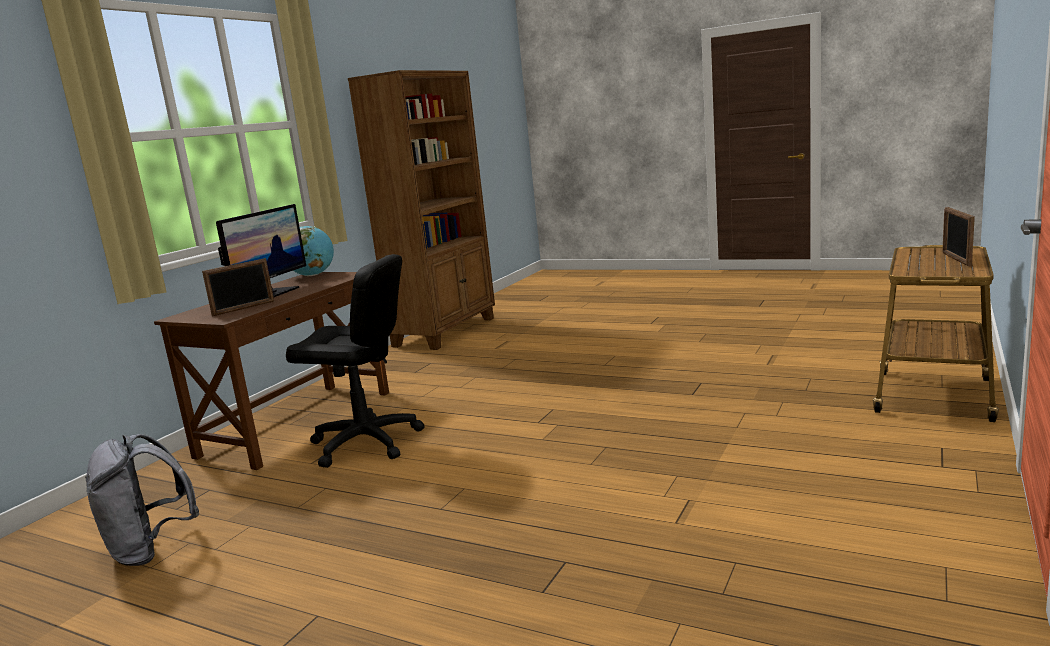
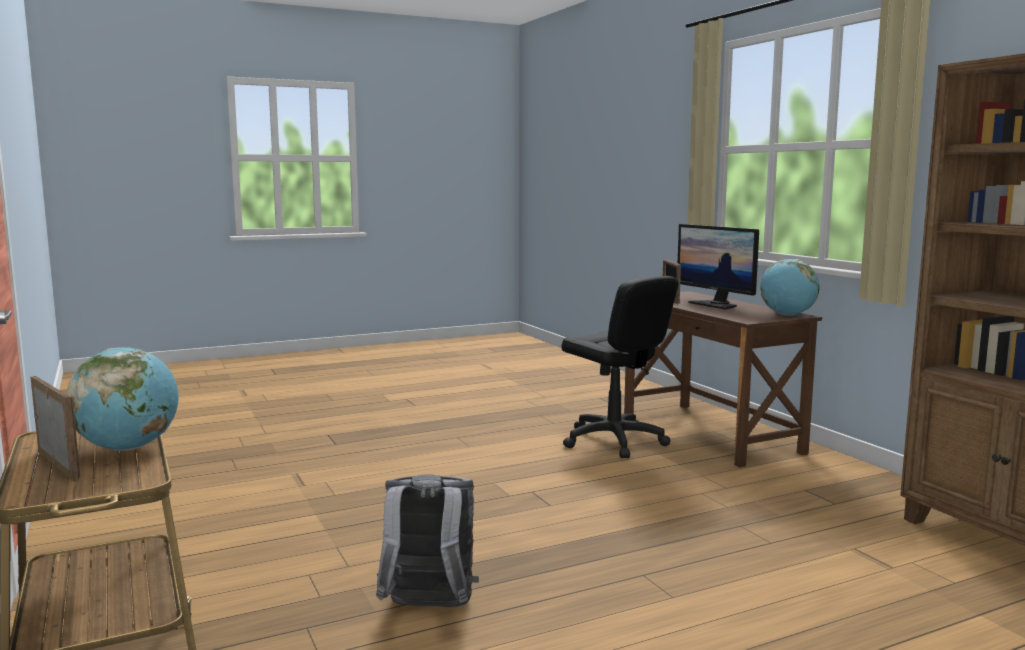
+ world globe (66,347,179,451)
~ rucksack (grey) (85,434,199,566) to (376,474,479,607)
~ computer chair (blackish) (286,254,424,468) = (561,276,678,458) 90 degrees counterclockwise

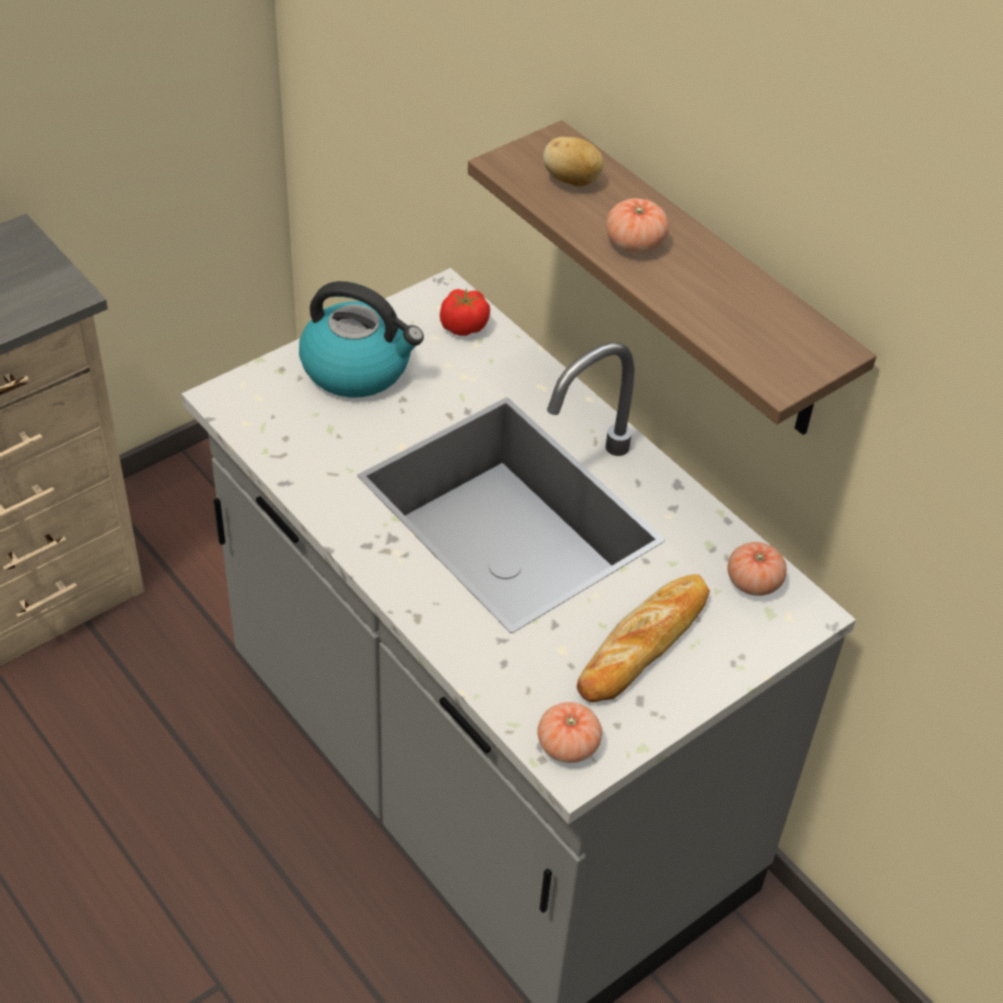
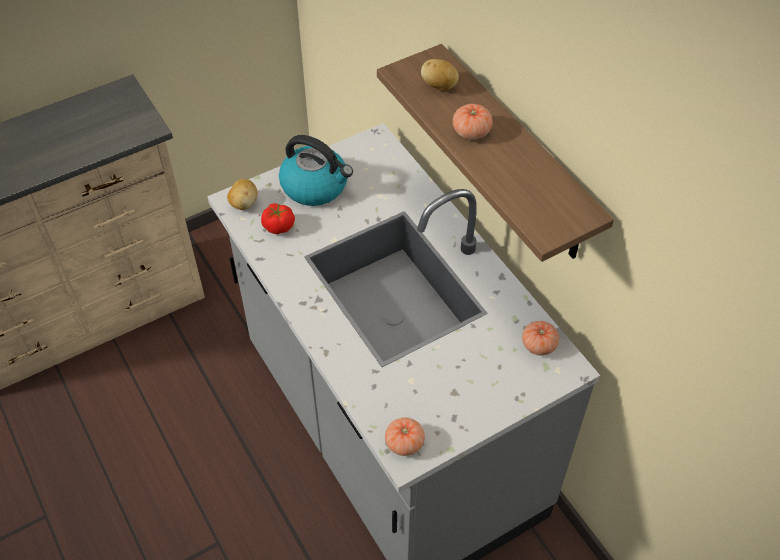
- baked bread (577,574,710,702)
+ potato (227,179,258,210)
~ whole tomato (440,289,490,336) to (261,203,295,234)

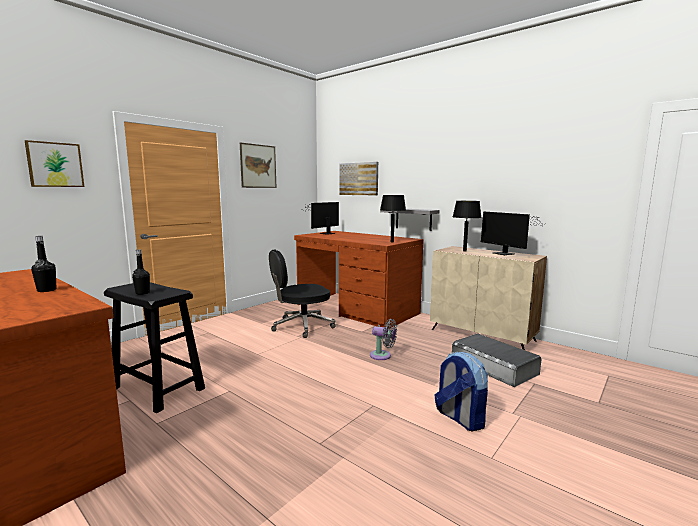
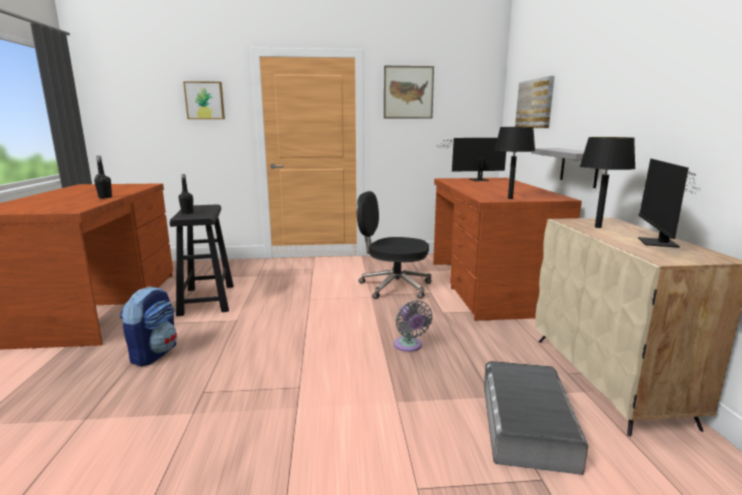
~ rucksack (435,352,488,432) to (120,286,177,366)

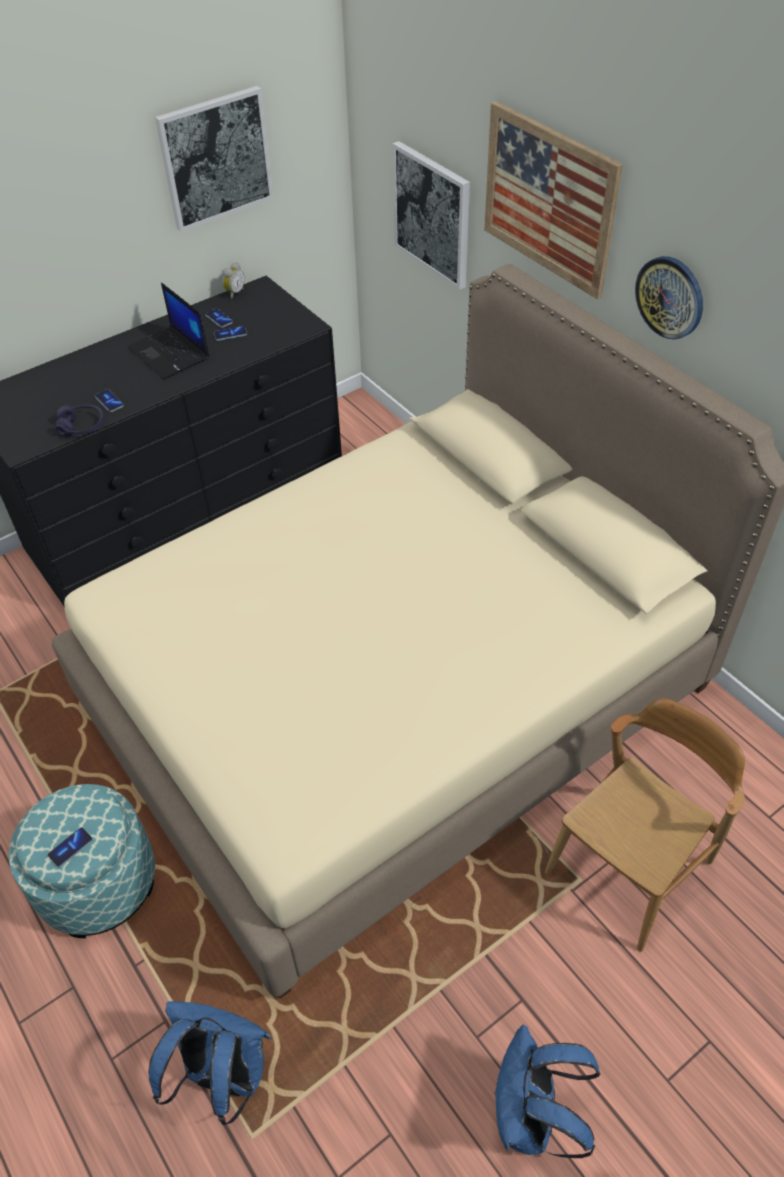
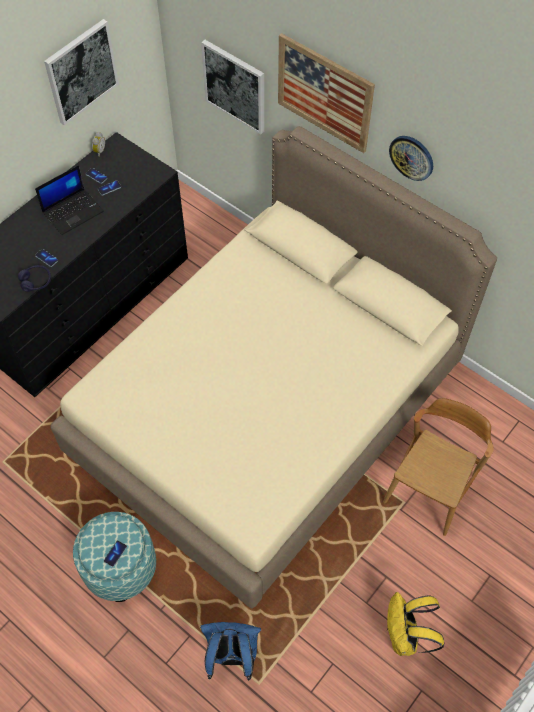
~ rucksack (blue) (493,1025,600,1158) to rucksack (yellow-coloured) (387,592,445,656)
~ portable computer (127,283,209,379) = (35,165,104,235) 75 degrees counterclockwise

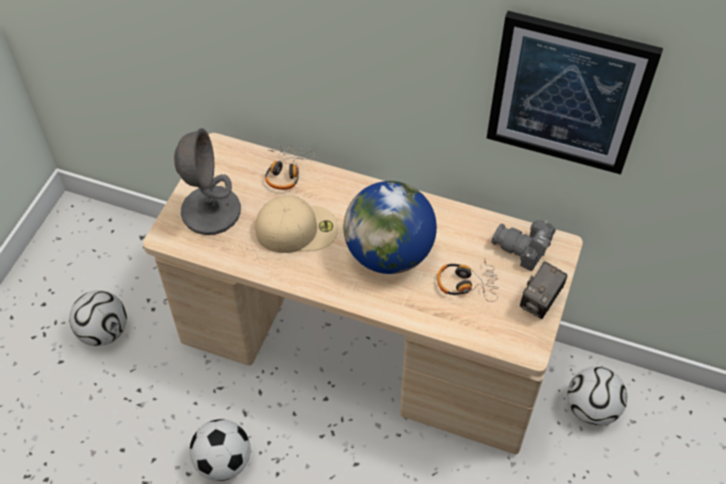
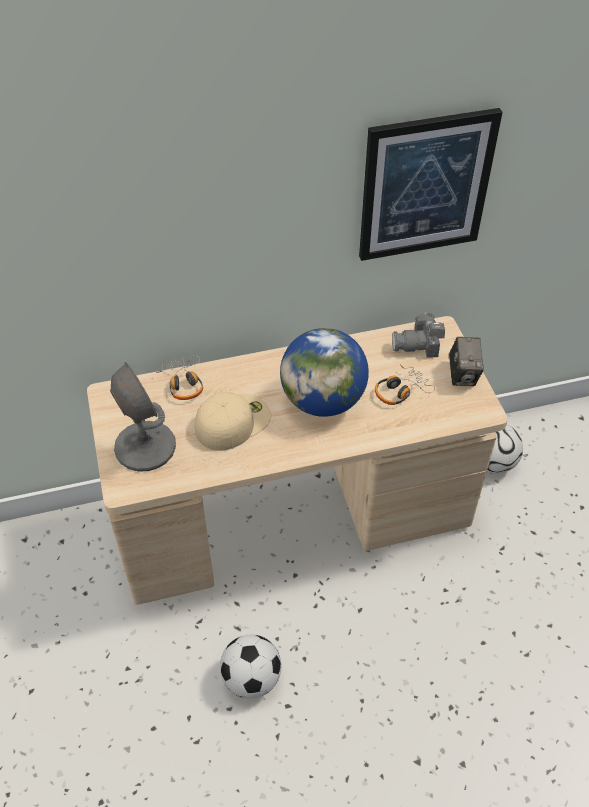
- football (69,290,127,346)

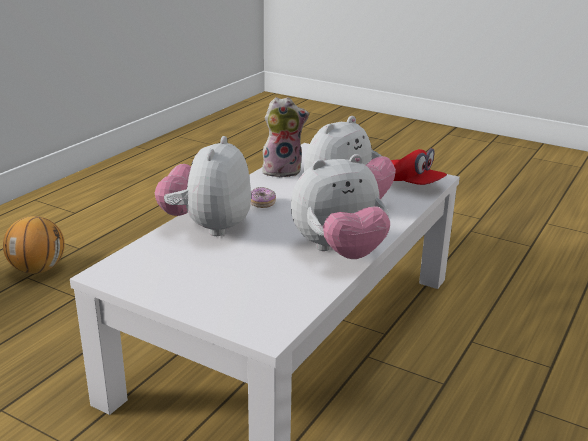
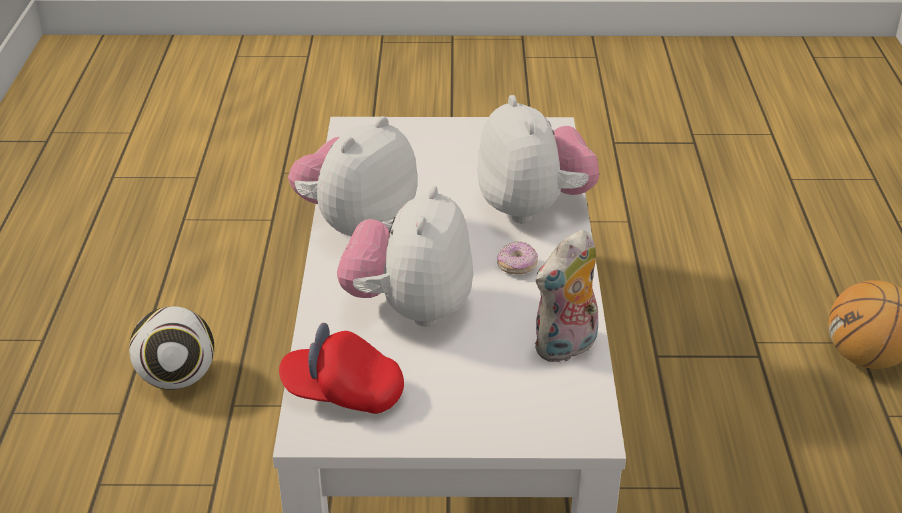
+ football (129,306,214,390)

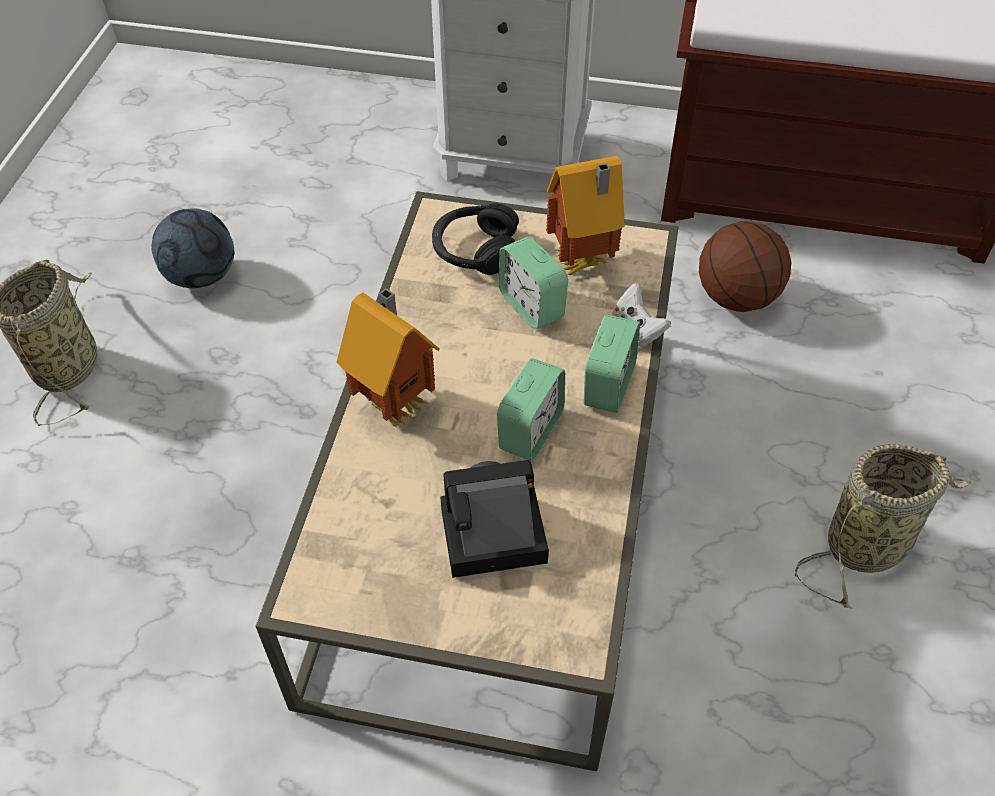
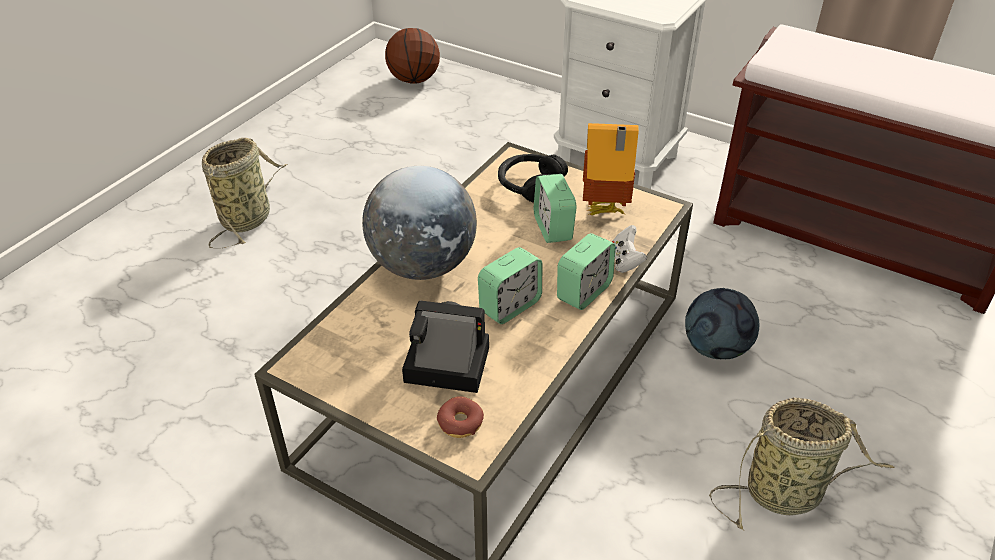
+ doughnut (437,396,484,438)
~ football (152,208,234,288) to (685,288,759,359)
~ basketball (699,221,791,312) to (385,28,440,84)
~ model house (337,288,440,429) to world globe (362,166,477,280)

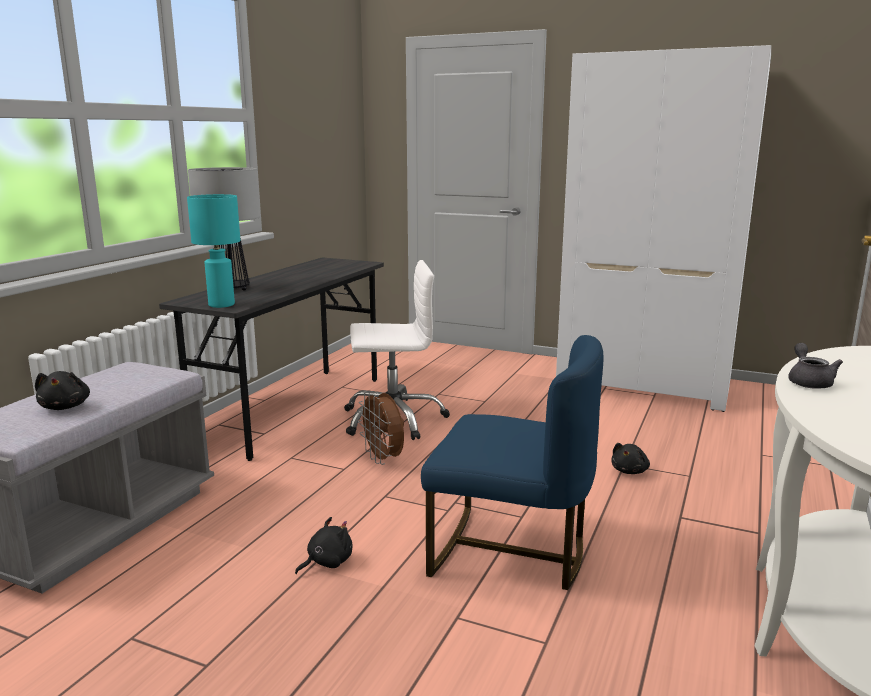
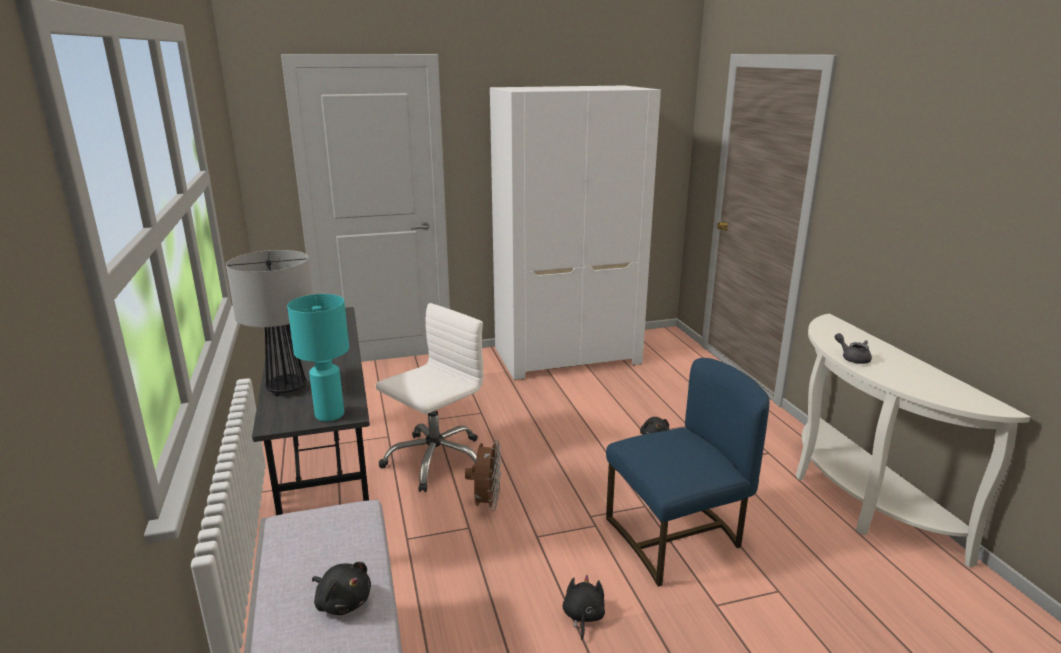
~ electric fan (brown) (357,391,404,465) = (465,439,501,511) 105 degrees counterclockwise

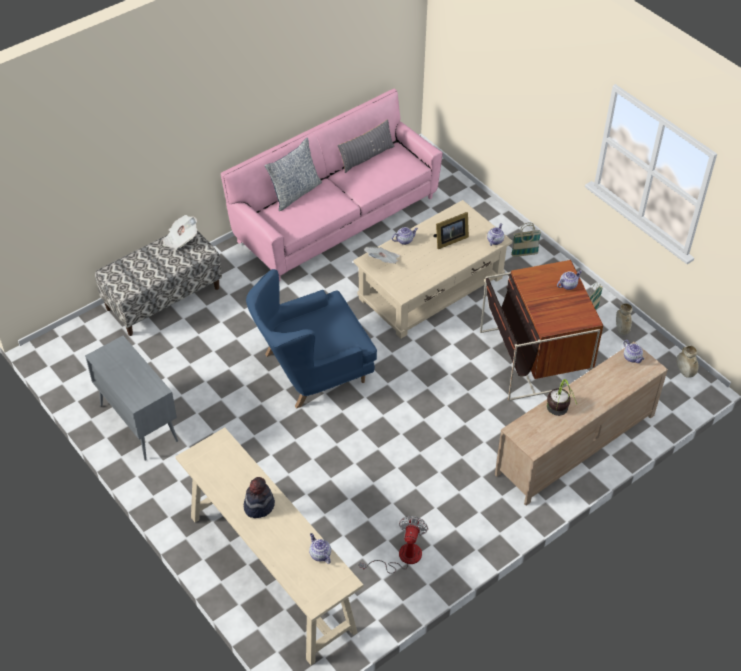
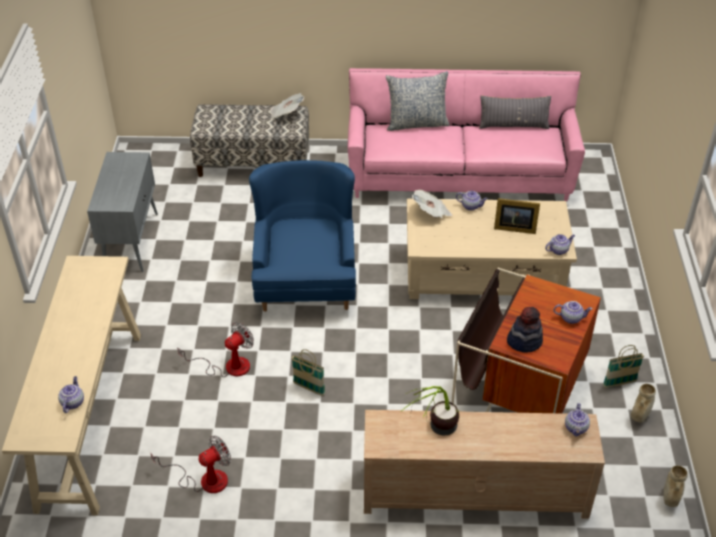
+ electric fan (177,322,254,377)
~ hat (244,477,275,518) to (507,307,543,353)
~ storage basket (511,222,541,257) to (291,349,325,396)
~ armchair (blue) (246,269,377,409) = (249,160,356,312) 75 degrees clockwise

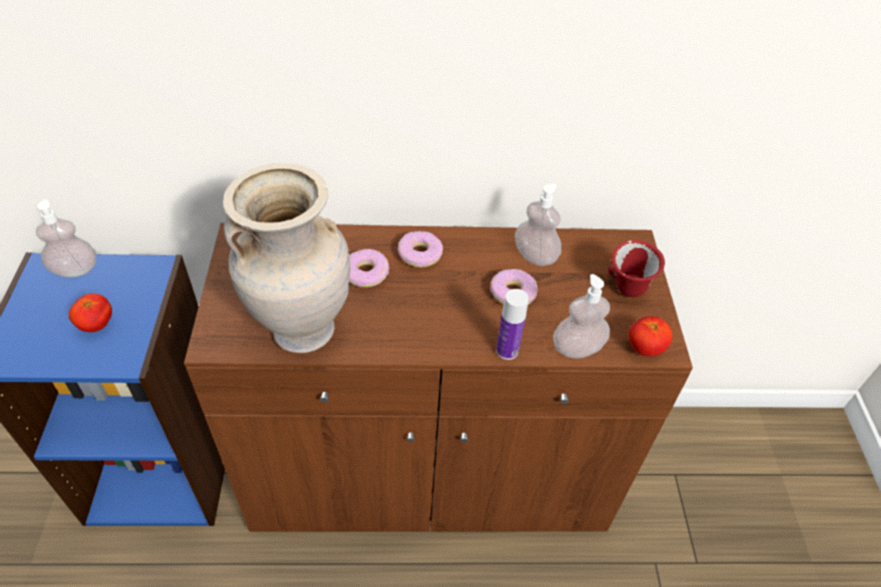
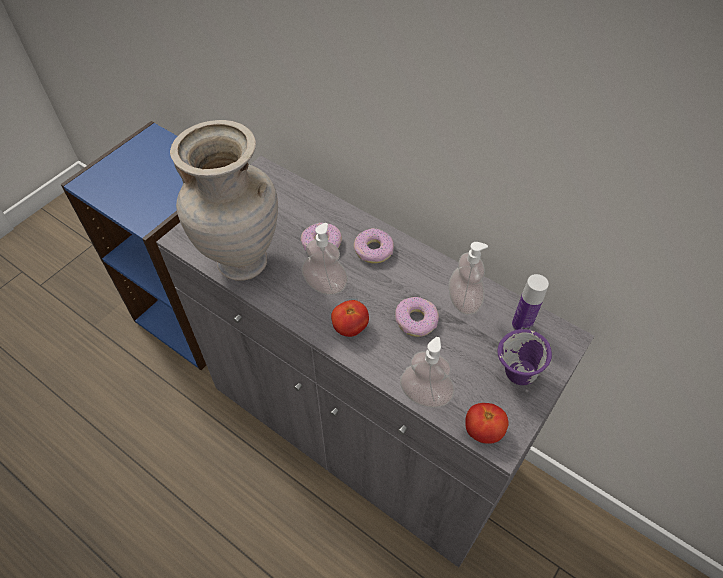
~ soap dispenser (36,199,96,278) to (302,223,348,295)
~ whole tomato (69,294,112,332) to (331,300,369,337)
~ beverage bottle (496,289,529,360) to (512,274,549,330)
~ cabinet (brown) (184,223,693,532) to cabinet (grey) (156,156,594,568)
~ mug (red) (608,240,665,297) to mug (purple) (498,329,552,385)

